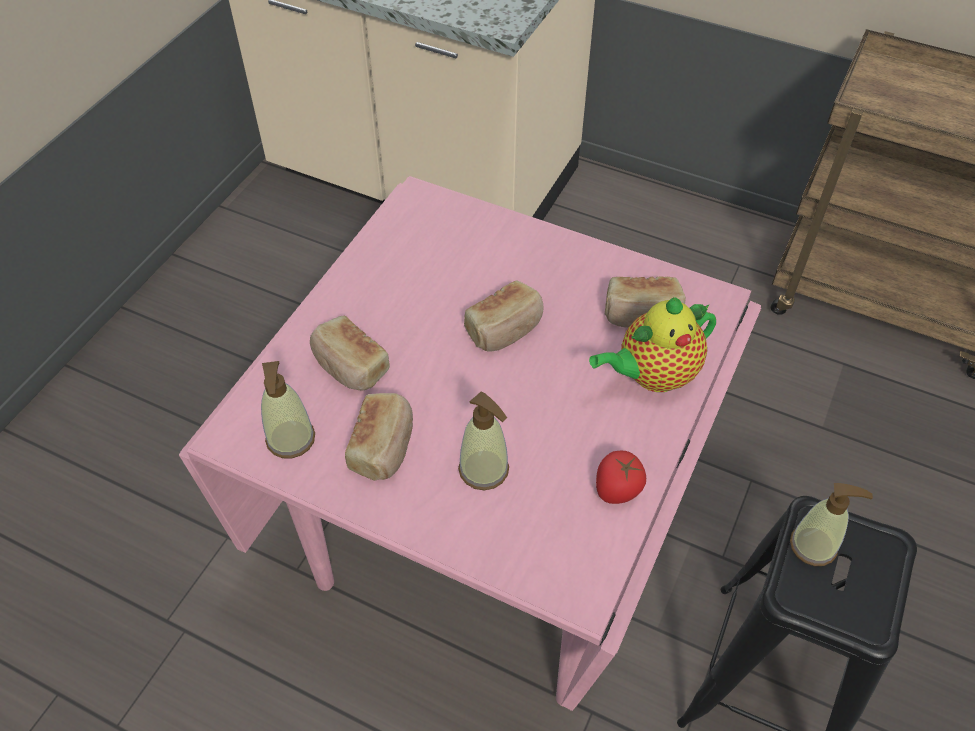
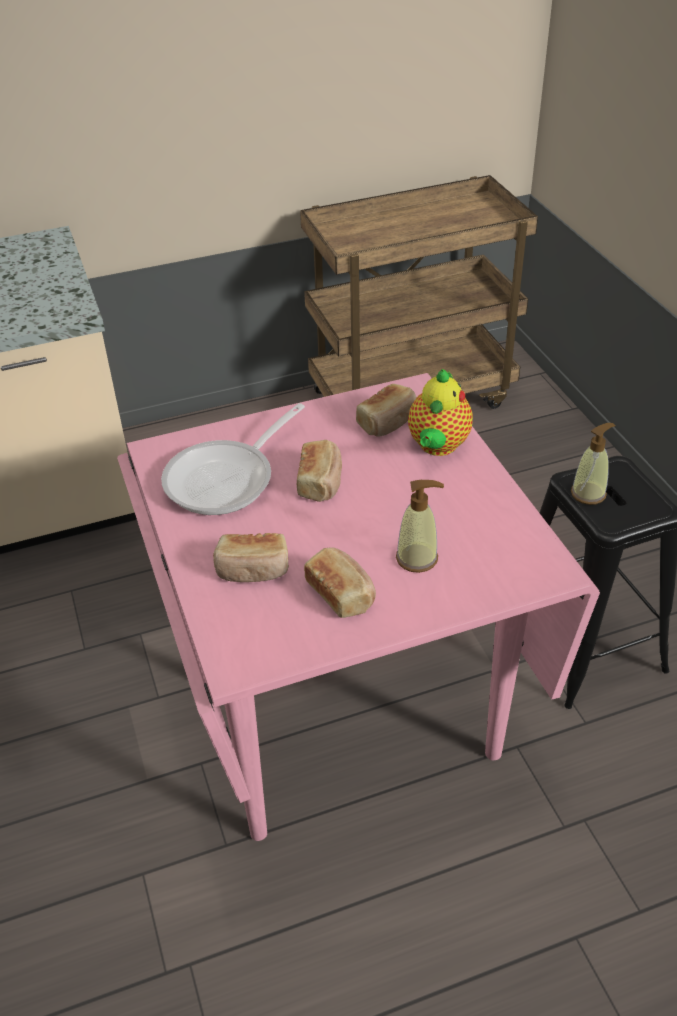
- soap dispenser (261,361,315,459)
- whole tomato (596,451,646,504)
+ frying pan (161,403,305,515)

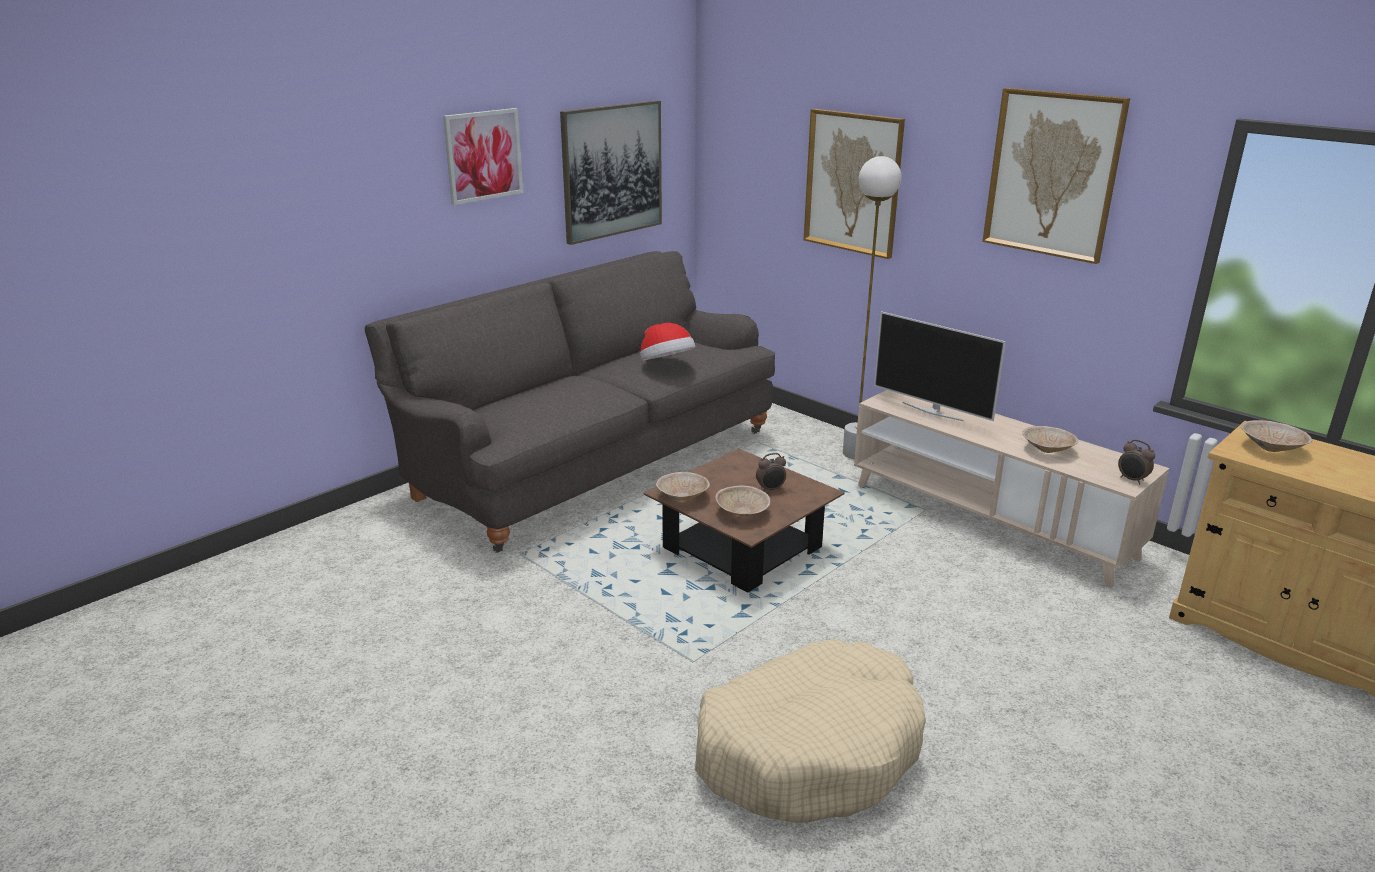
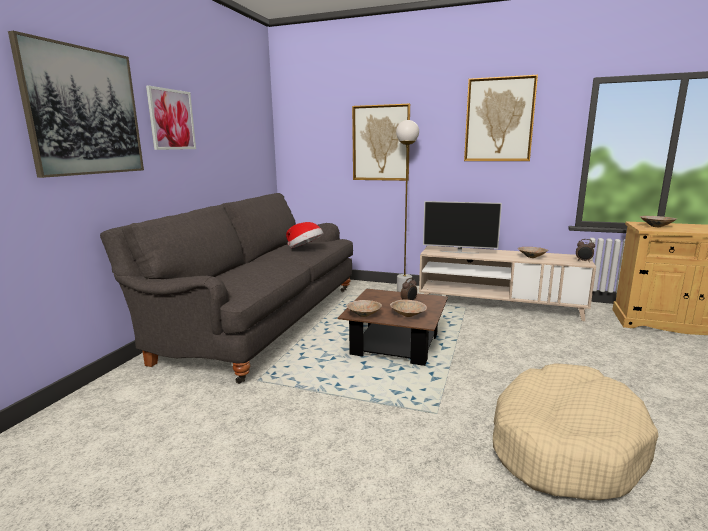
~ wall art (560,100,662,245) to (8,31,144,178)

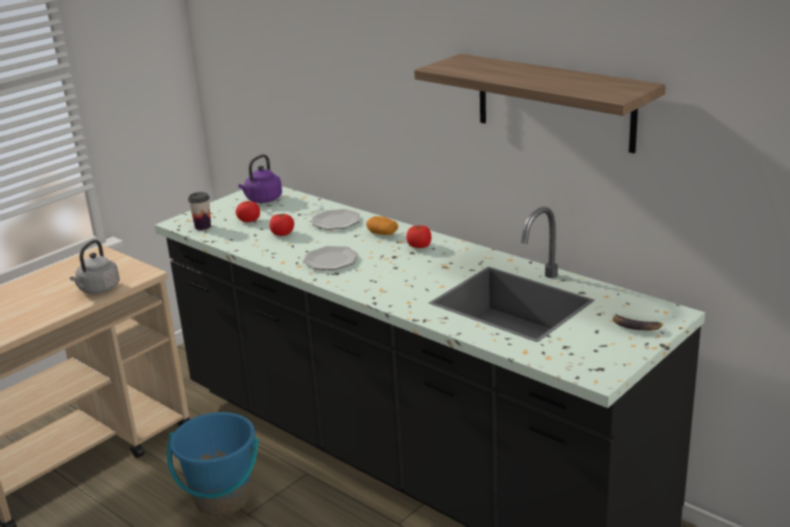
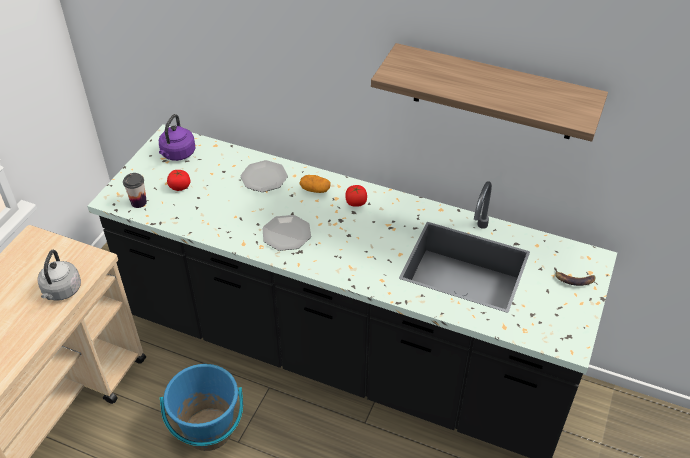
- whole tomato (270,213,294,236)

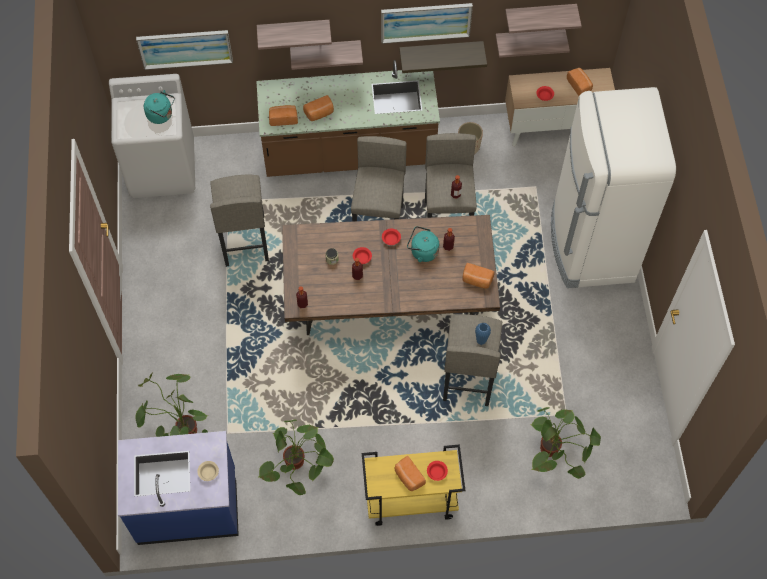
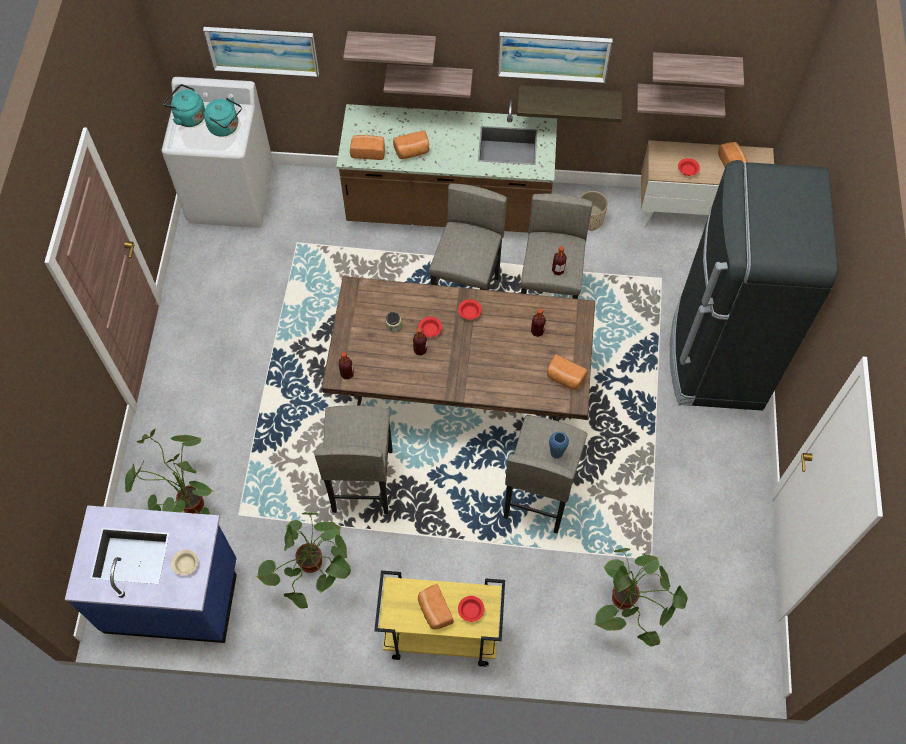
~ stool (grey) (210,175,269,267) to (314,405,393,514)
~ water kettle (turquoise-coloured) (407,226,439,262) to (163,84,205,127)
~ refrigerator (white-coloured) (551,87,676,288) to refrigerator (blackish) (670,160,838,411)

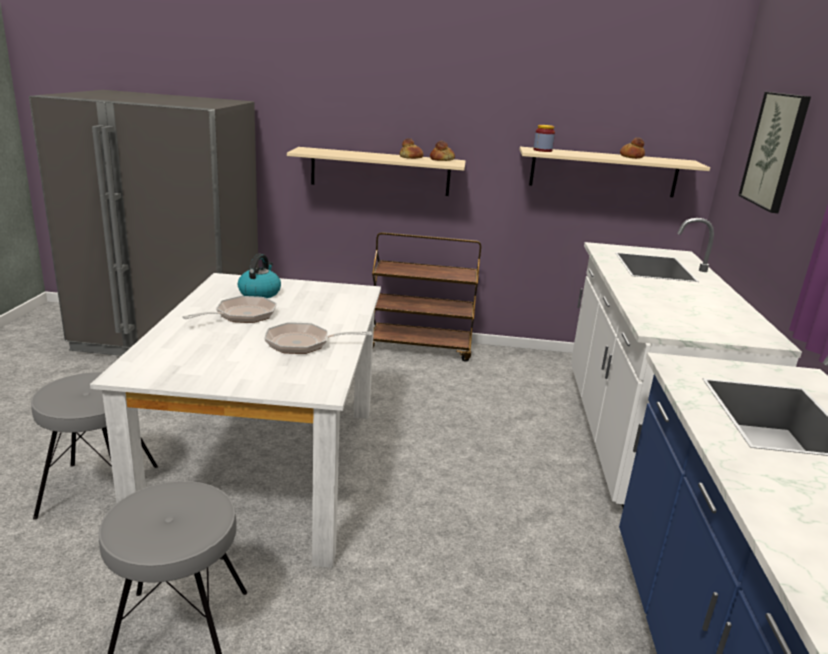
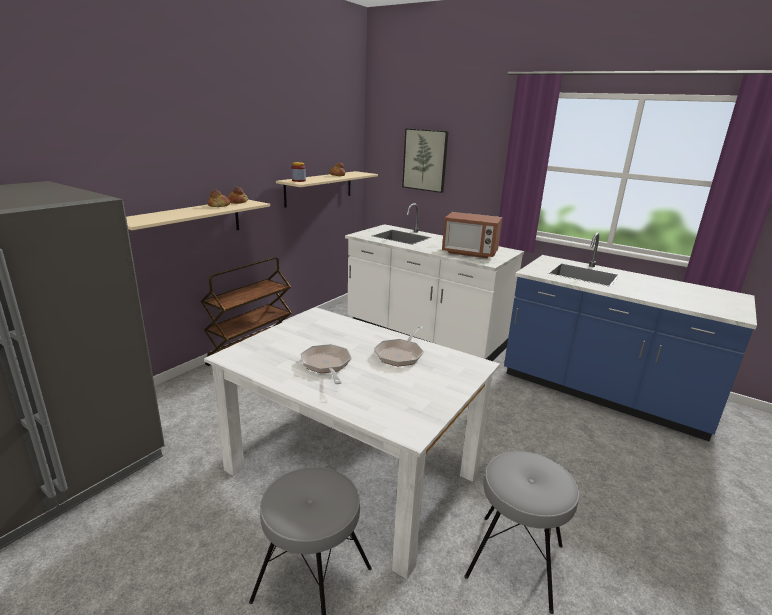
- water kettle (238,254,281,298)
+ microwave oven (442,212,502,258)

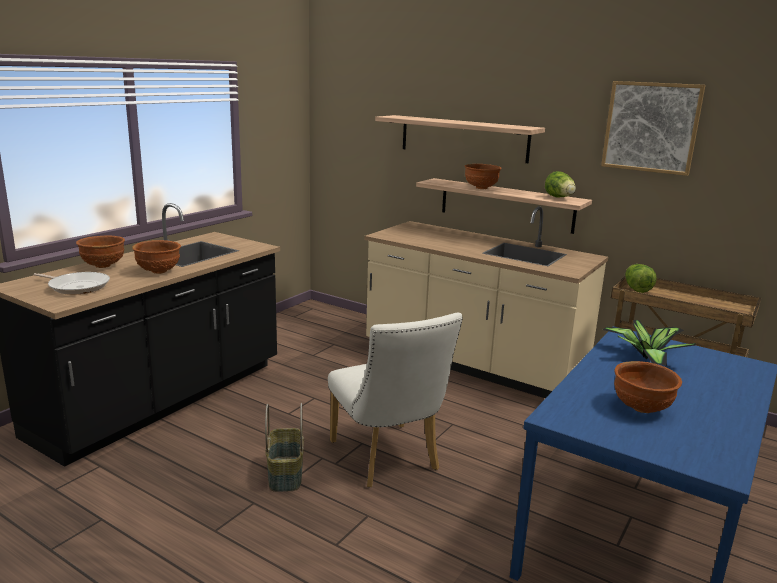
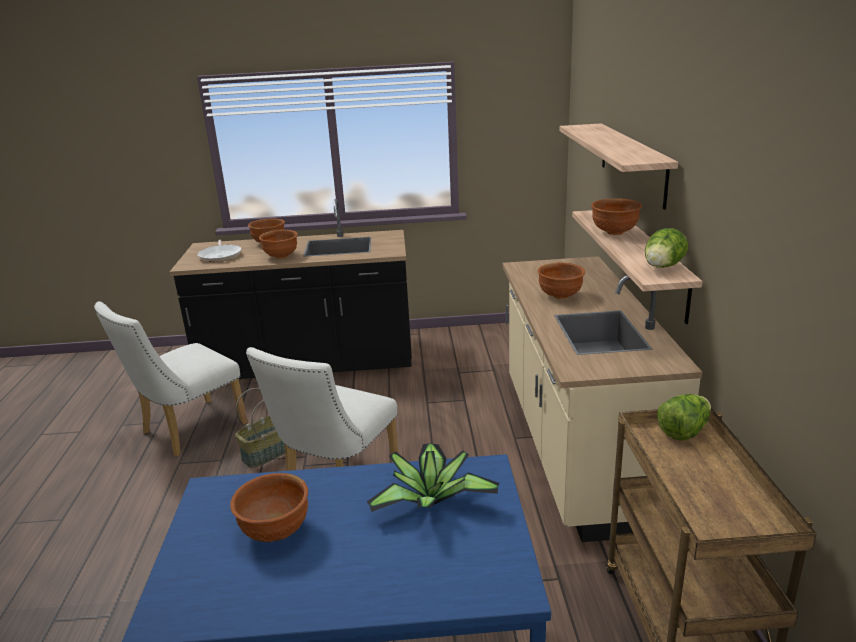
- wall art (601,81,705,176)
+ upright chair (white-coloured) (94,301,248,456)
+ serving bowl (brown) (538,263,585,299)

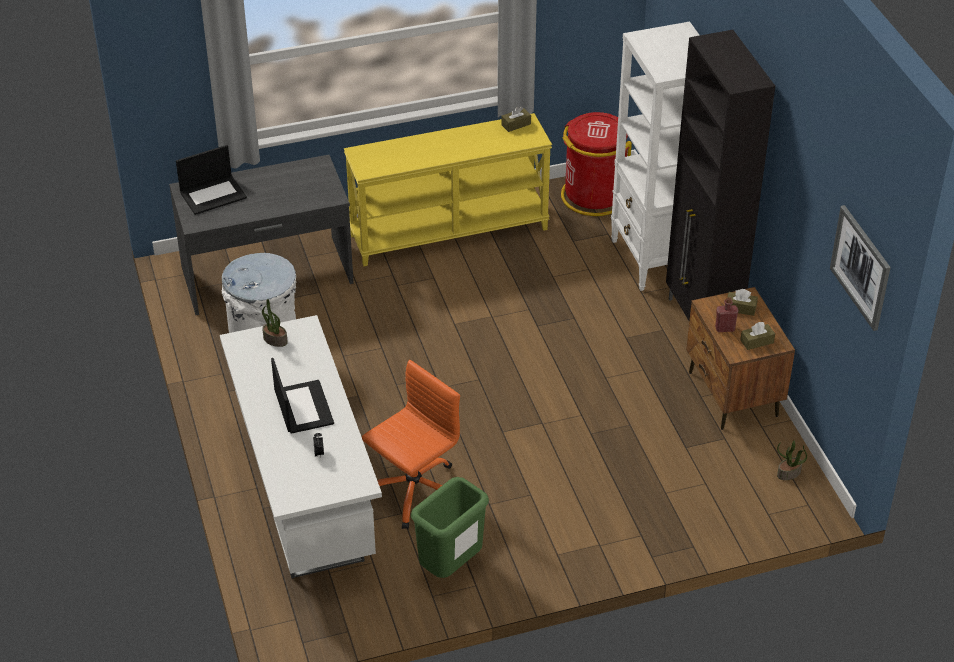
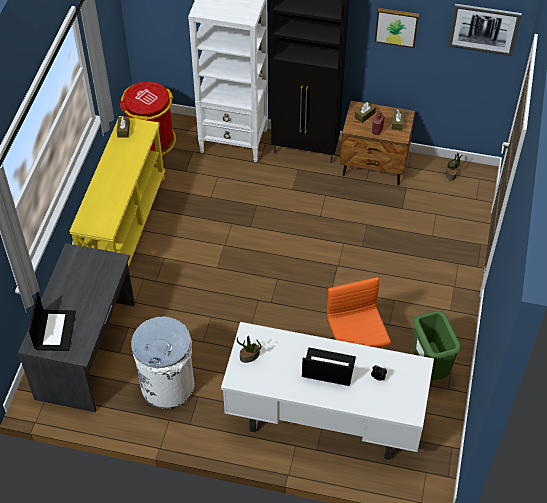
+ wall art (375,8,419,48)

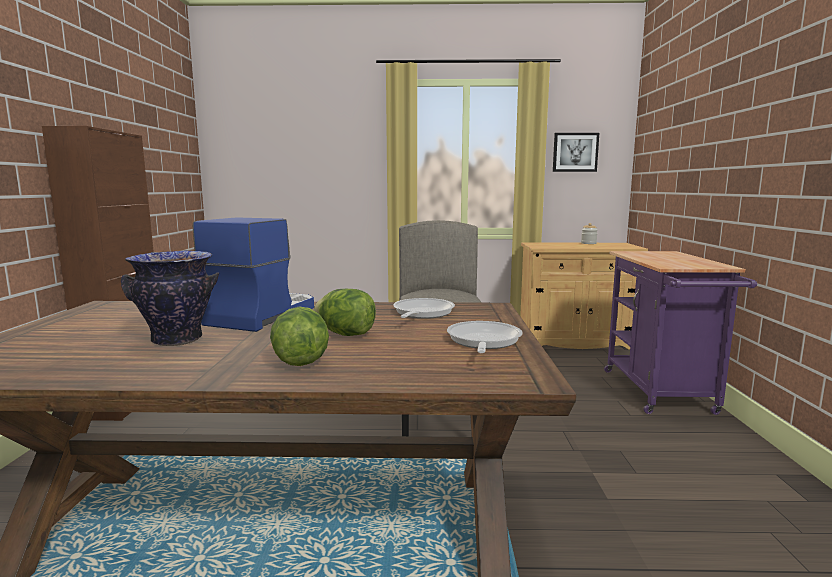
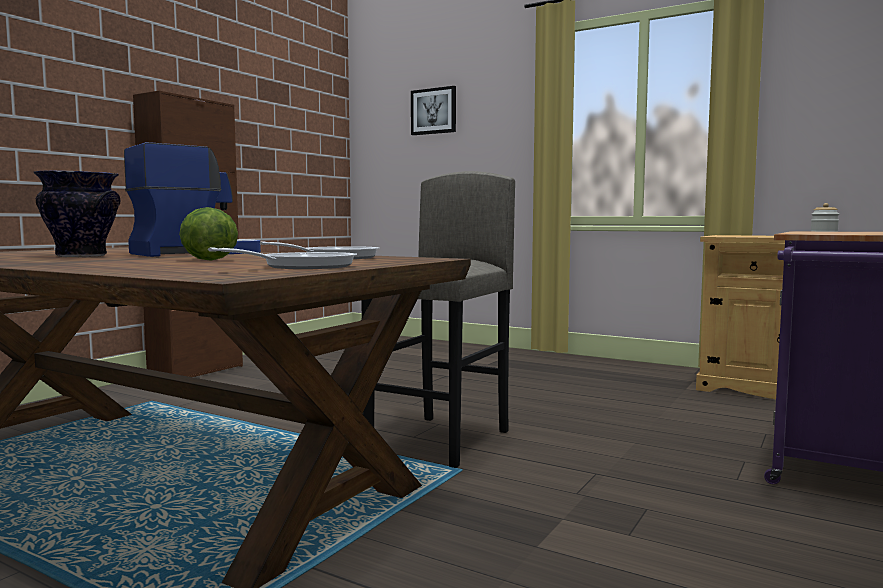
- lettuce head (270,307,329,366)
~ wall art (553,133,599,172) to (411,86,456,135)

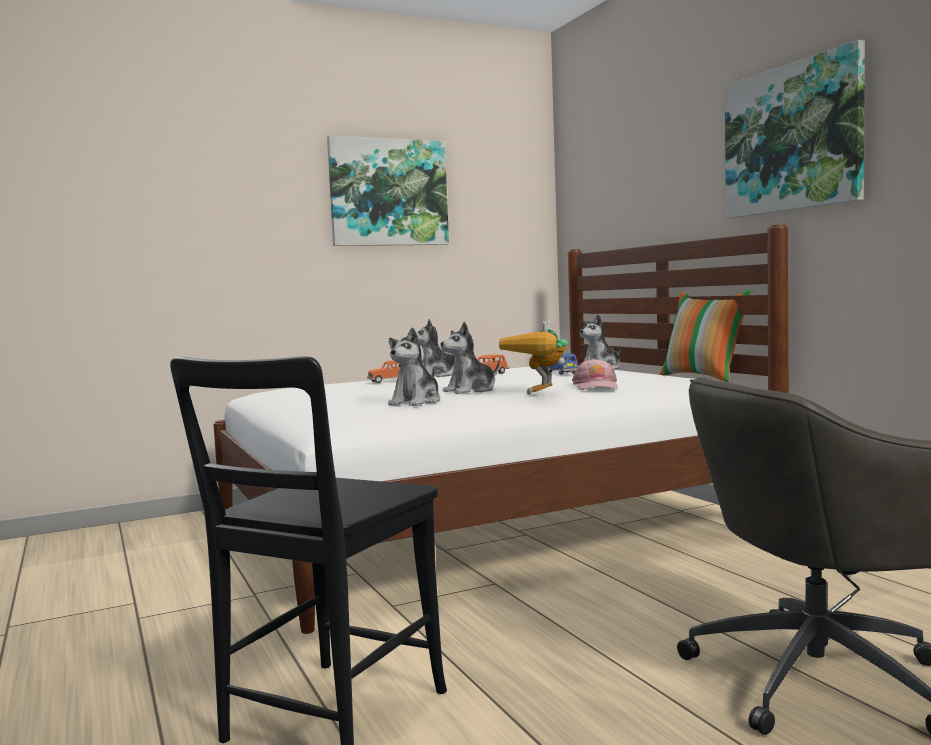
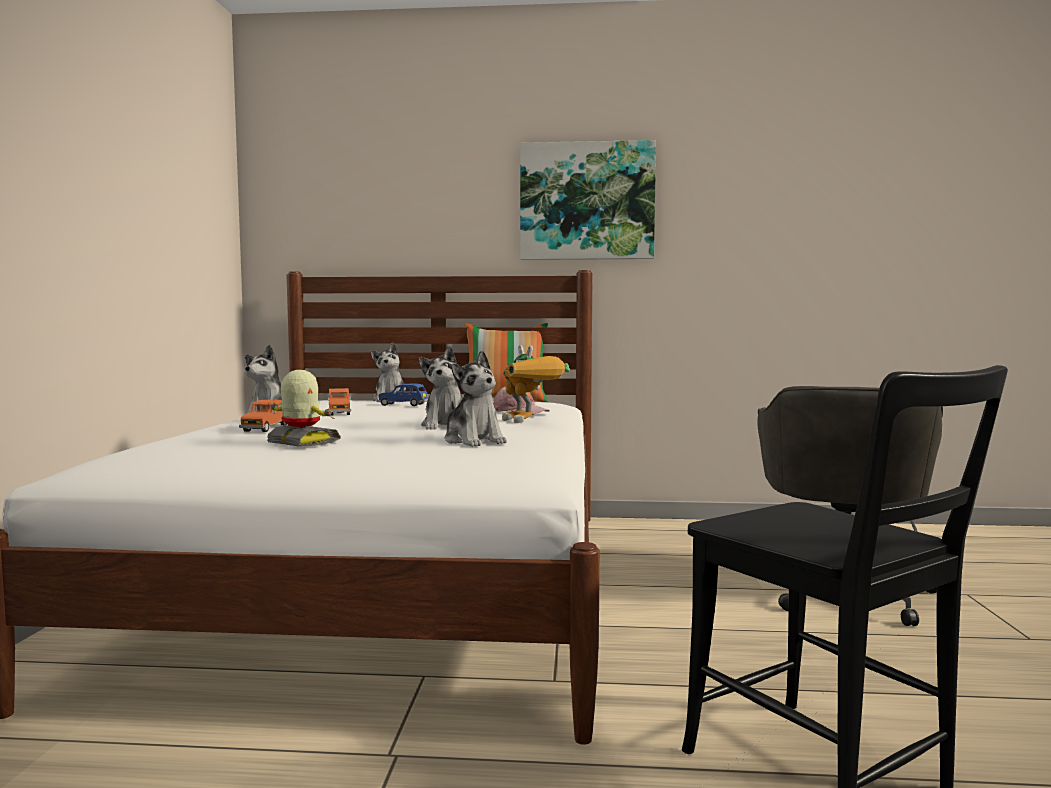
- wall art (327,135,449,246)
+ toy robot (267,370,341,447)

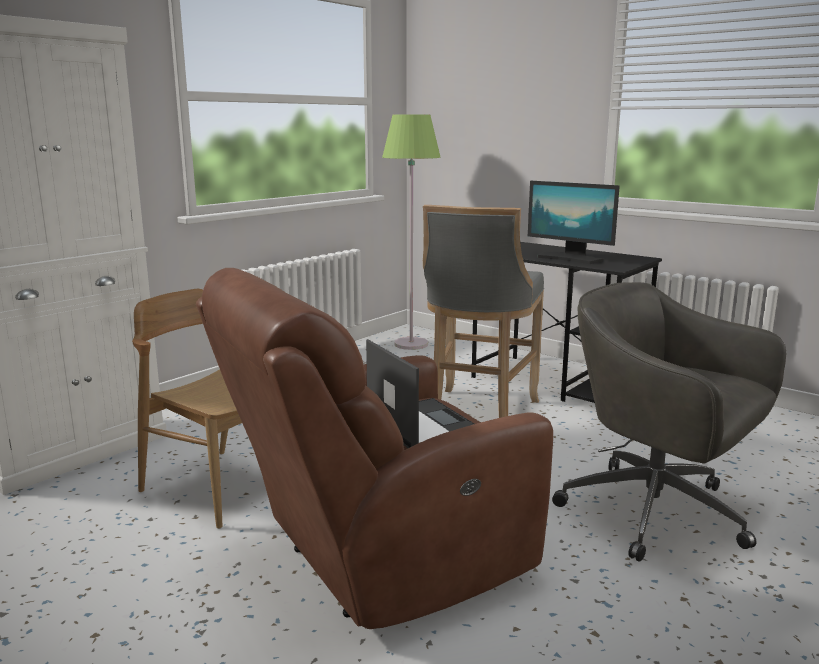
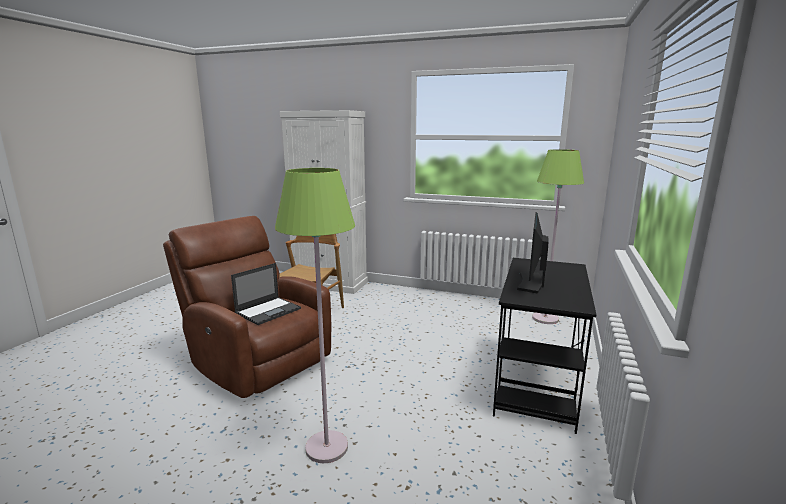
- stool (grey) (423,205,544,418)
~ computer chair (grey) (552,282,786,562) to standing lamp (green) (275,168,355,463)

